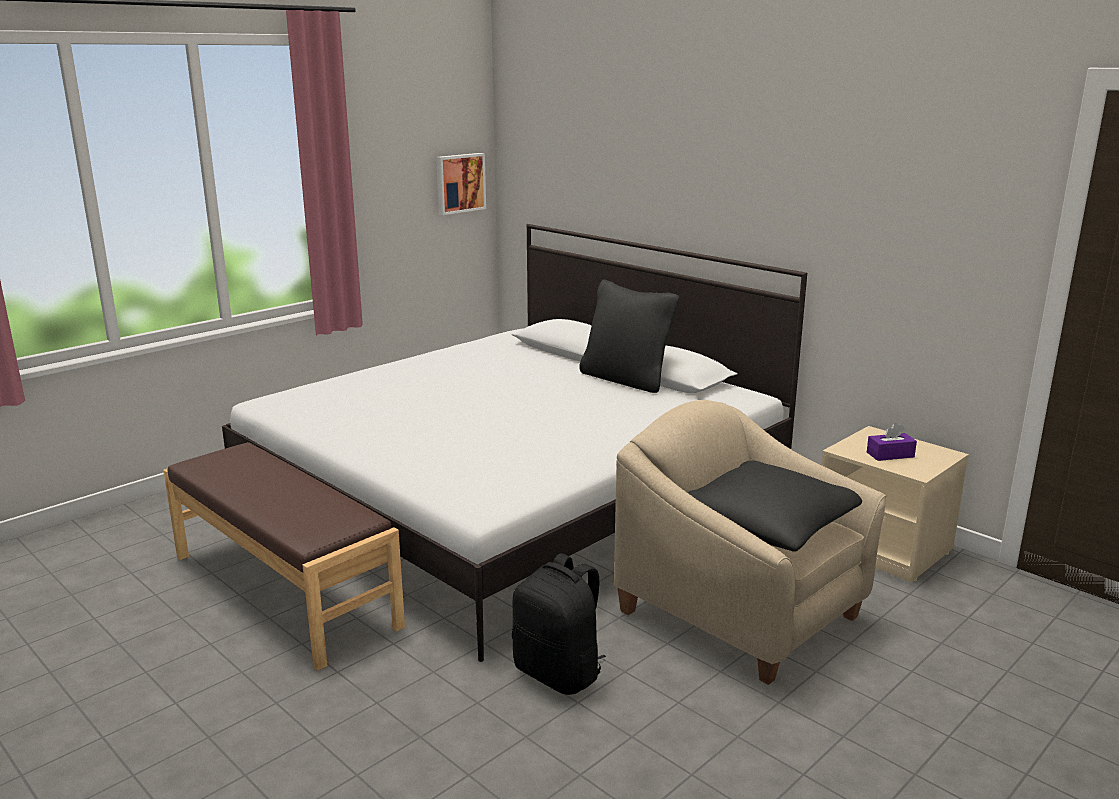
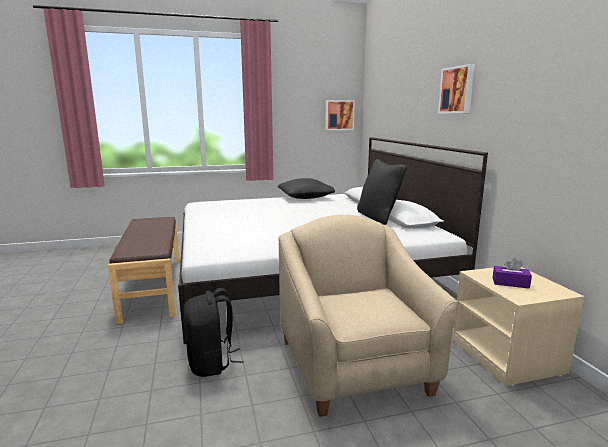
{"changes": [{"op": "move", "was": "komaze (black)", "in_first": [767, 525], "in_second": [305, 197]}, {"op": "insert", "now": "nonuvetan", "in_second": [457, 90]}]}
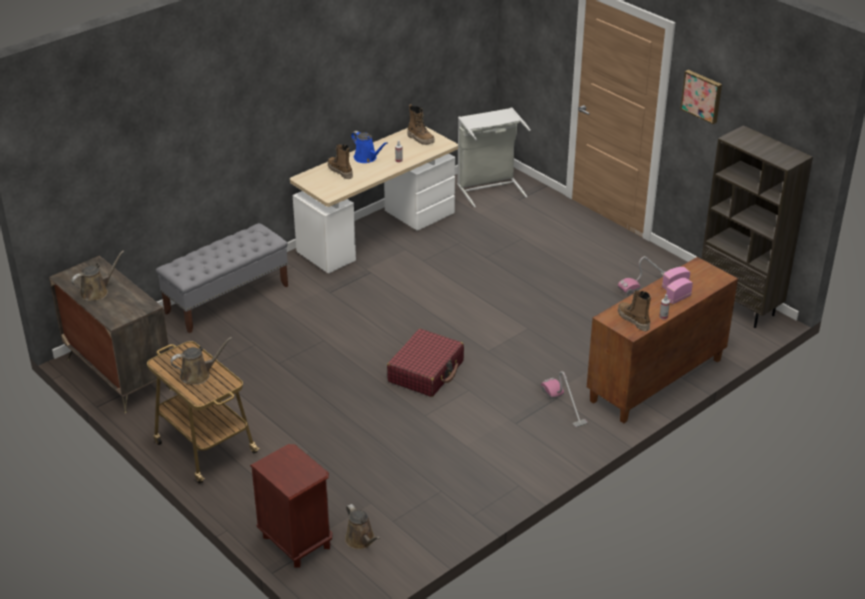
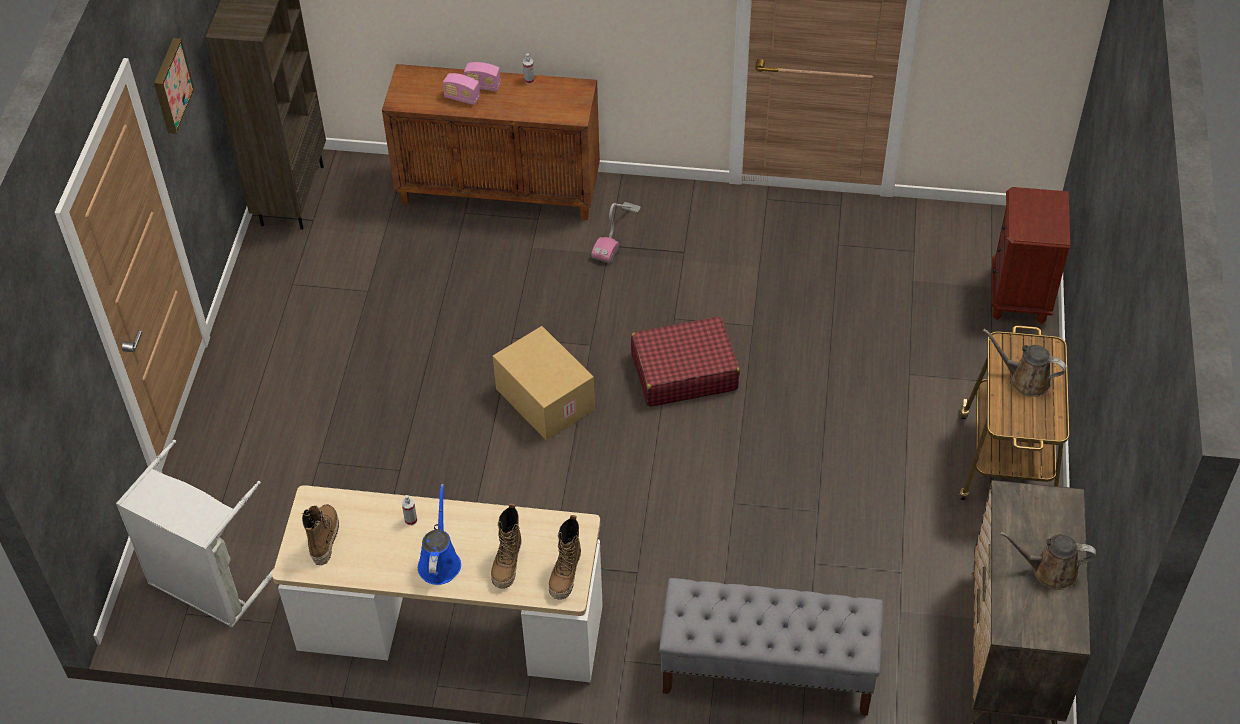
{"changes": [{"op": "delete", "was": "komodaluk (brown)", "in_first": [361, 540]}, {"op": "delete", "was": "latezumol", "in_first": [645, 283]}, {"op": "move", "was": "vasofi", "in_first": [633, 320], "in_second": [566, 575]}, {"op": "insert", "now": "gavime", "in_second": [543, 399]}]}
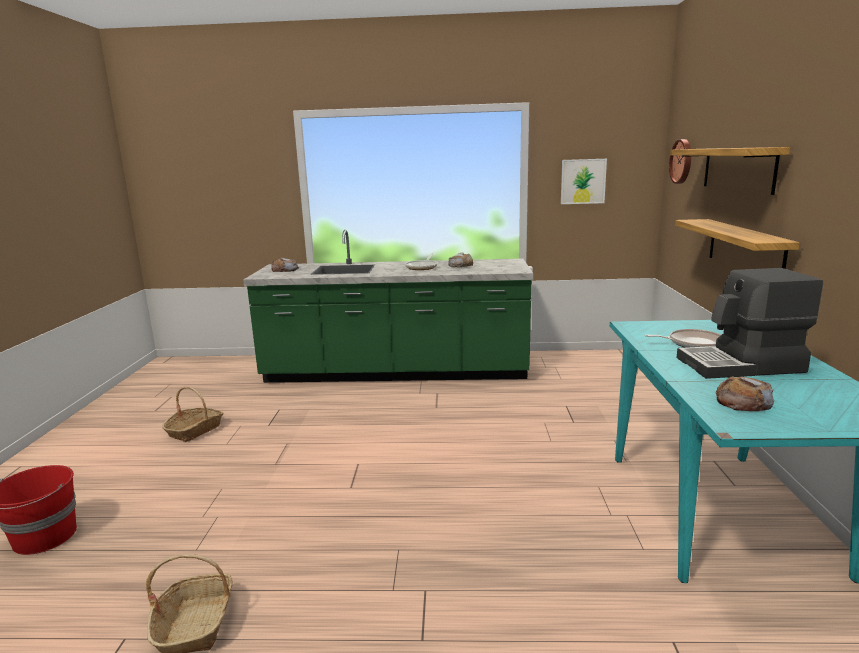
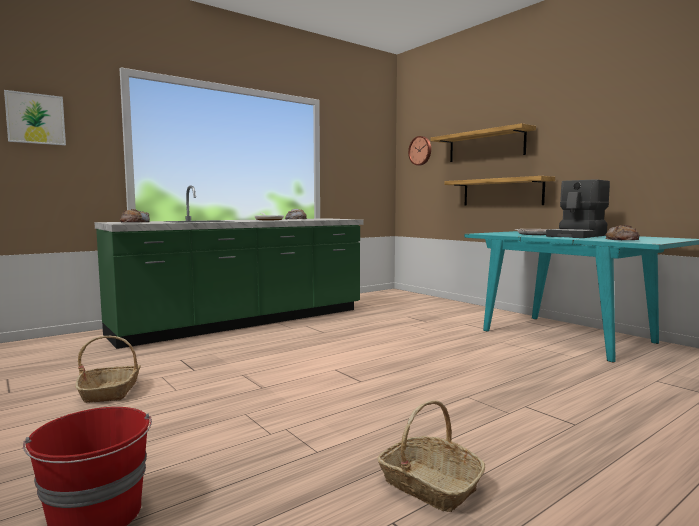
{"changes": [{"op": "move", "was": "nonuvetan", "in_first": [583, 181], "in_second": [35, 118]}]}
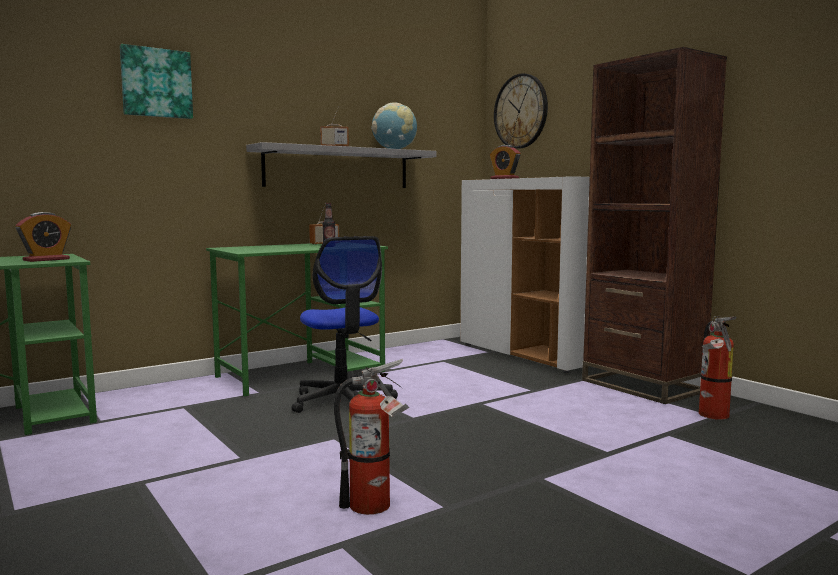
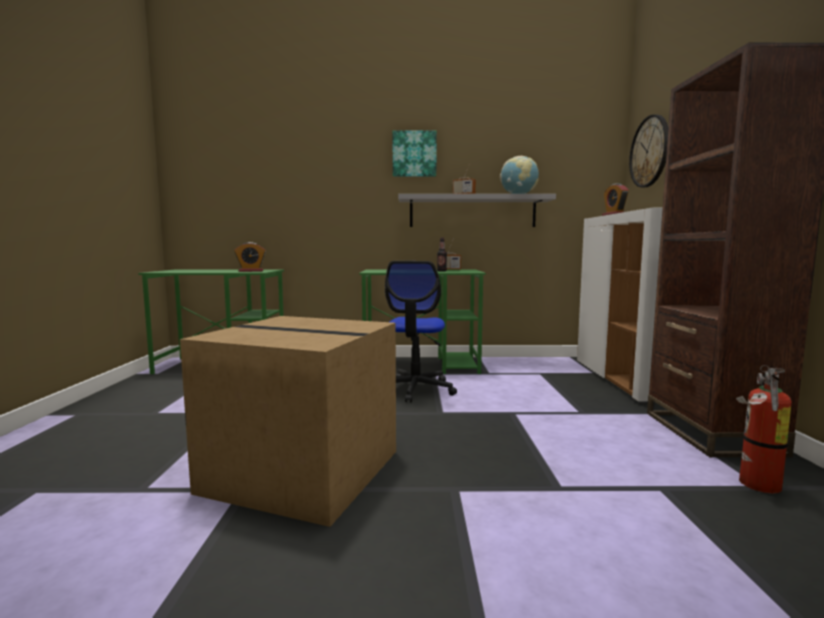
{"changes": [{"op": "move", "was": "nonuvetan", "in_first": [156, 83], "in_second": [414, 154]}, {"op": "replace", "was": "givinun", "now": "gavime", "in_first": [376, 506], "in_second": [306, 470]}]}
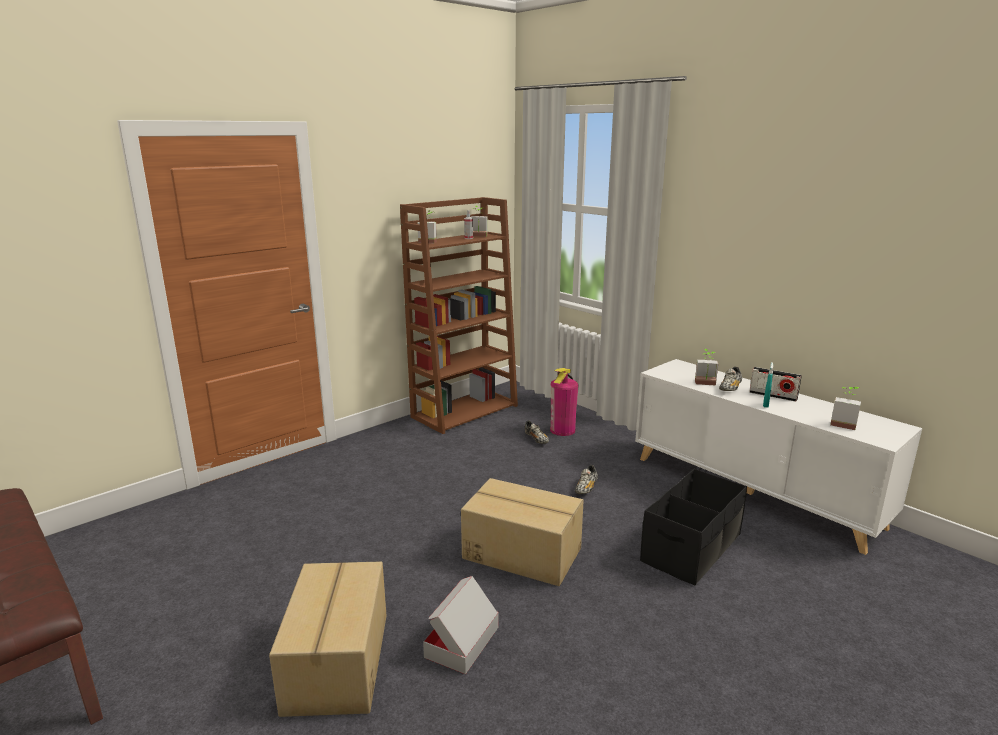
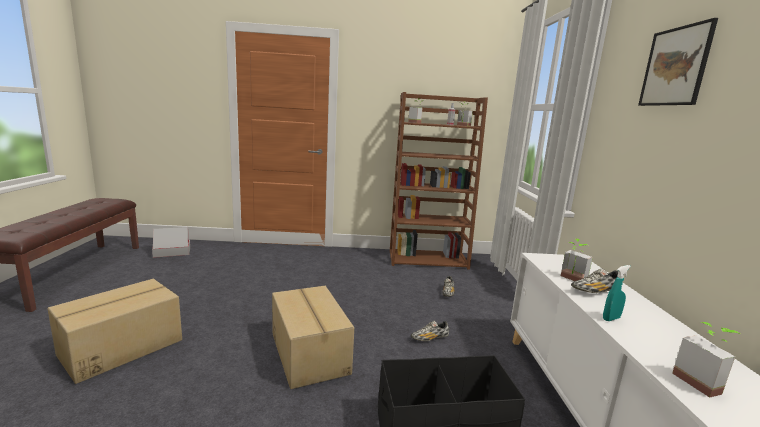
{"changes": [{"op": "move", "was": "gavime", "in_first": [462, 642], "in_second": [172, 252]}, {"op": "delete", "was": "givinun", "in_first": [562, 430]}, {"op": "delete", "was": "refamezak", "in_first": [773, 395]}, {"op": "insert", "now": "nonuvetan", "in_second": [675, 66]}]}
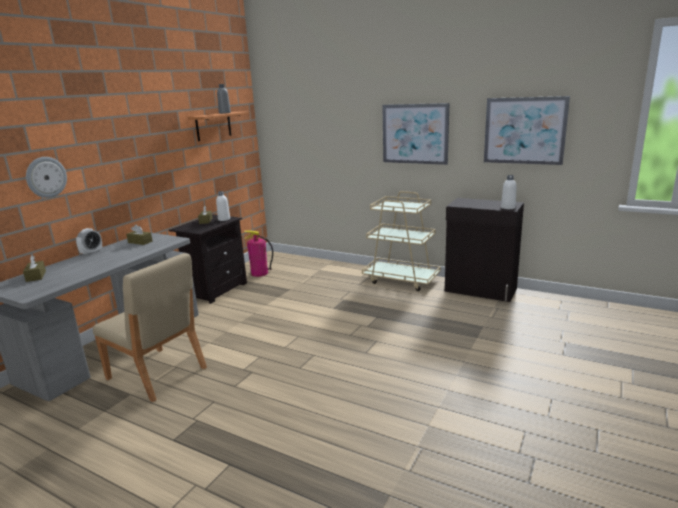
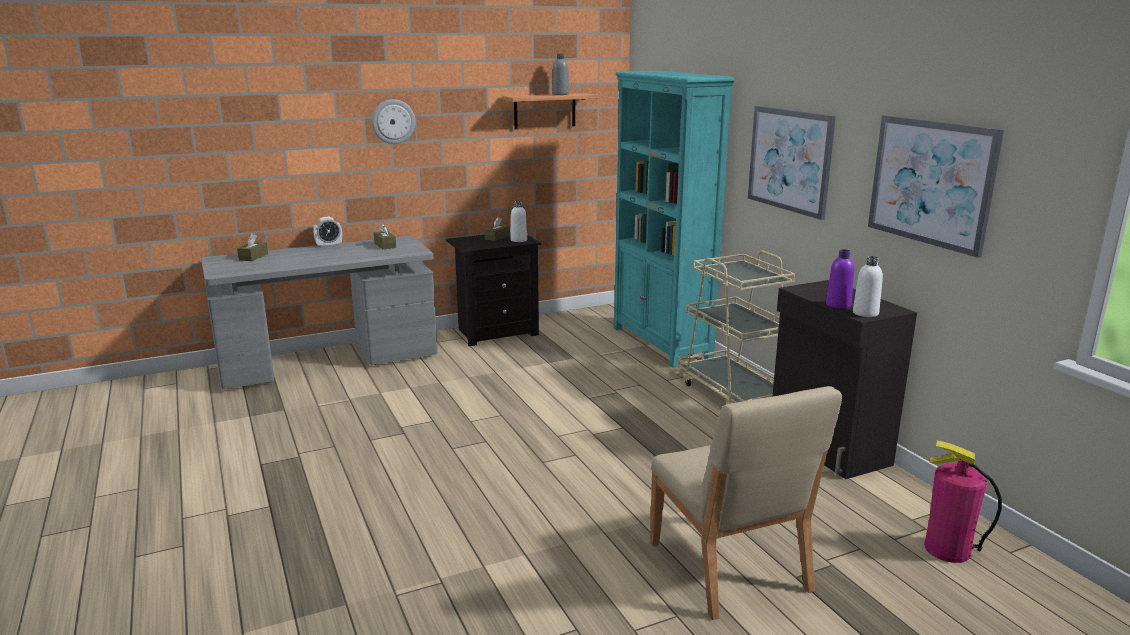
{"changes": [{"op": "move", "was": "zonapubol", "in_first": [46, 177], "in_second": [393, 121]}, {"op": "move", "was": "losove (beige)", "in_first": [157, 374], "in_second": [728, 568]}, {"op": "move", "was": "givinun", "in_first": [259, 273], "in_second": [947, 549]}, {"op": "insert", "now": "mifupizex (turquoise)", "in_second": [661, 343]}, {"op": "insert", "now": "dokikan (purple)", "in_second": [838, 305]}]}
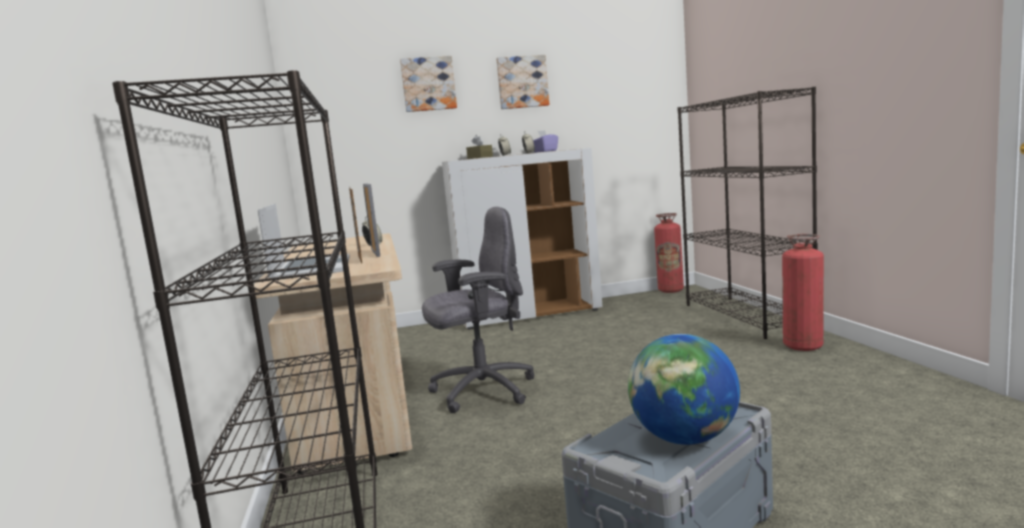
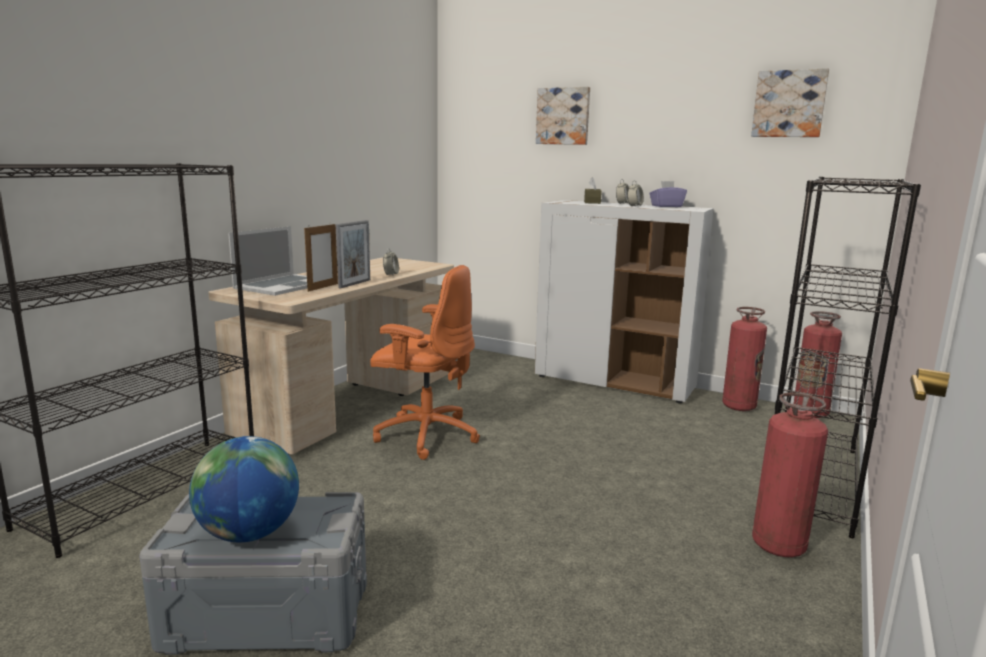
{"changes": [{"op": "recolor", "was": "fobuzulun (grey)", "now": "fobuzulun (orange)", "in_first": [481, 391], "in_second": [425, 435]}, {"op": "move", "was": "nonuvetan", "in_first": [522, 82], "in_second": [789, 104]}, {"op": "insert", "now": "givinun", "in_second": [739, 406]}]}
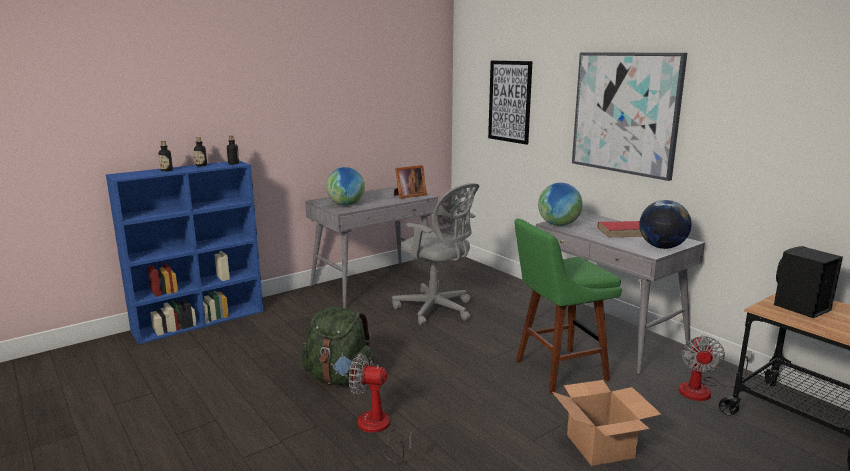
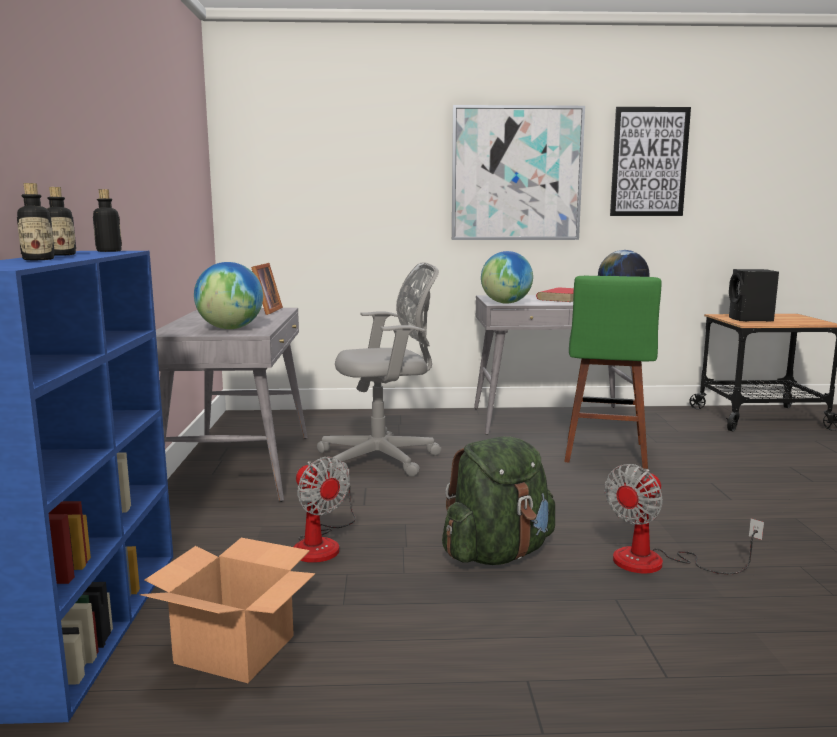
{"changes": [{"op": "move", "was": "nonuvetan", "in_first": [510, 101], "in_second": [649, 162]}, {"op": "move", "was": "gavime", "in_first": [599, 445], "in_second": [233, 649]}, {"op": "move", "was": "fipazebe", "in_first": [703, 390], "in_second": [322, 543]}]}
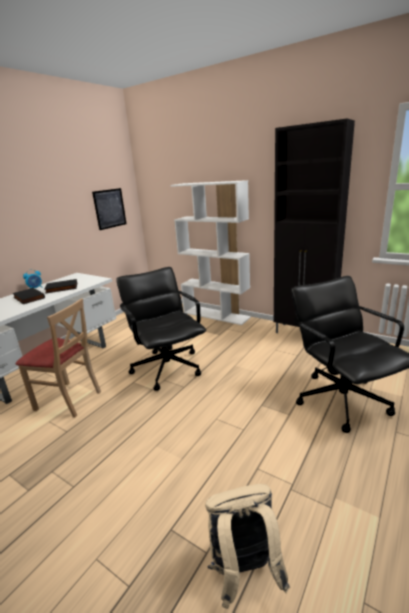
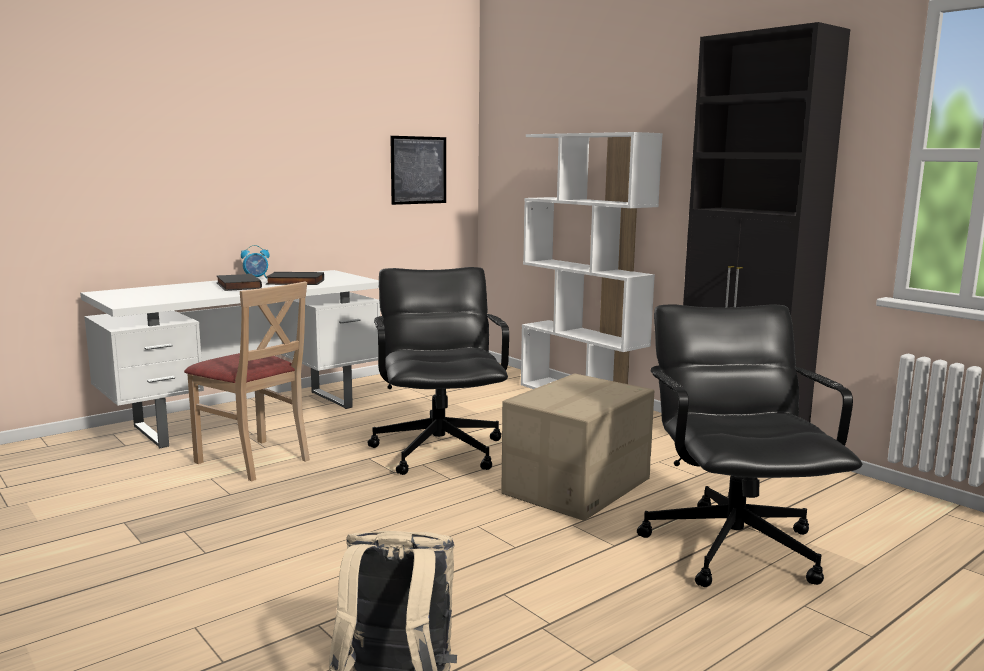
{"changes": [{"op": "insert", "now": "gavime", "in_second": [578, 487]}]}
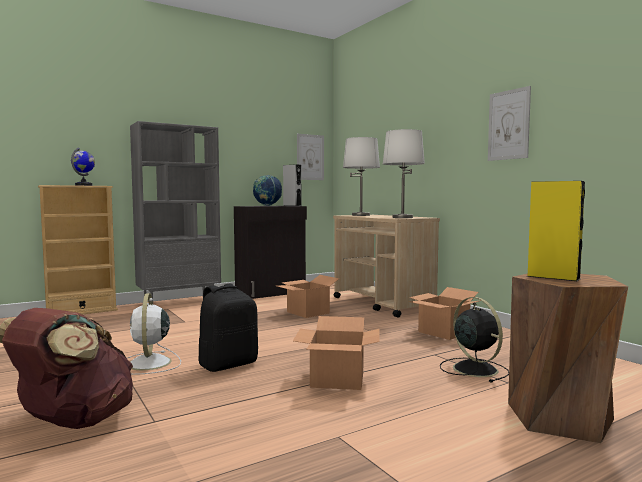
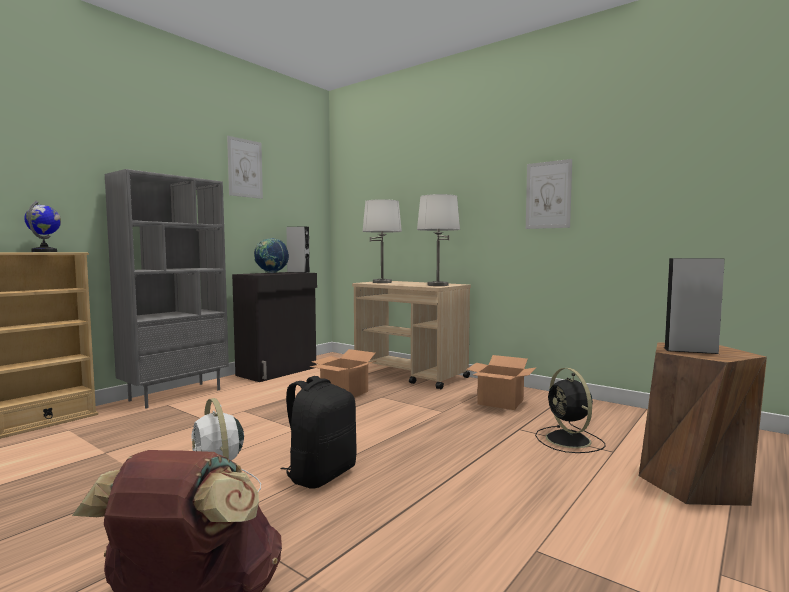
{"changes": [{"op": "delete", "was": "gavime", "in_first": [338, 379]}, {"op": "move", "was": "nonuvetan", "in_first": [310, 157], "in_second": [245, 168]}, {"op": "rotate", "was": "fipazebe (black)", "in_first": [473, 368], "in_second": [569, 440], "clockwise": -150}, {"op": "recolor", "was": "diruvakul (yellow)", "now": "diruvakul (grey)", "in_first": [553, 277], "in_second": [690, 350]}]}
